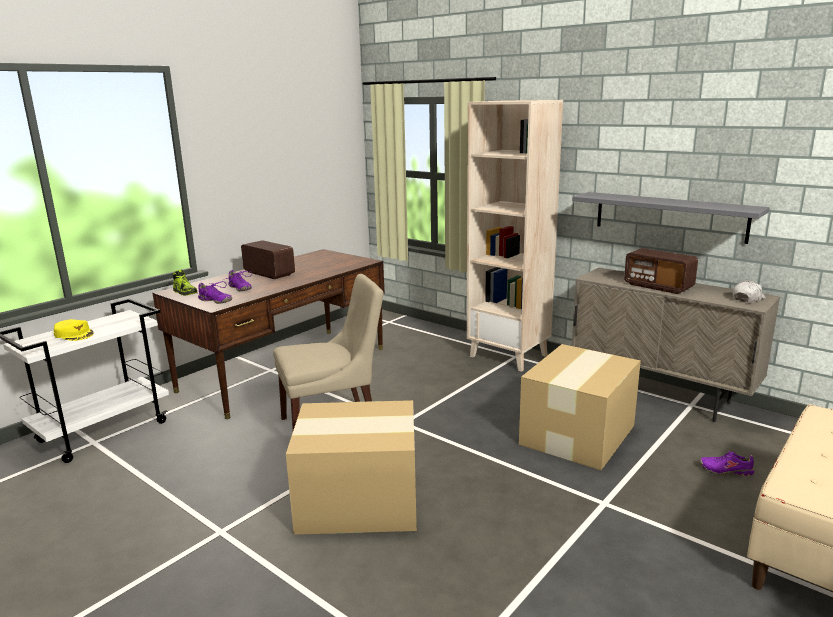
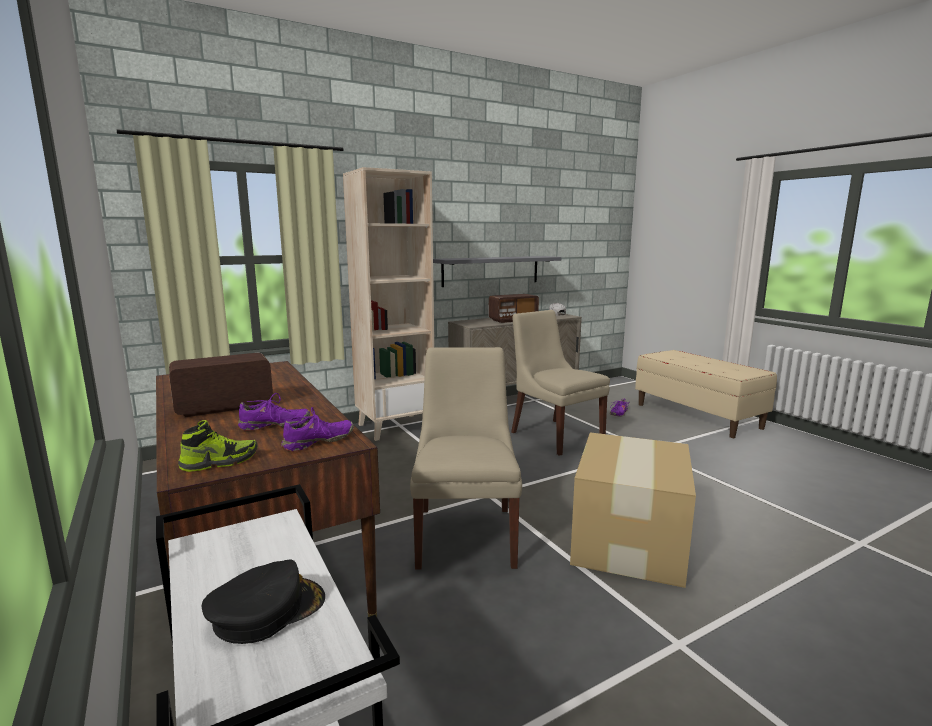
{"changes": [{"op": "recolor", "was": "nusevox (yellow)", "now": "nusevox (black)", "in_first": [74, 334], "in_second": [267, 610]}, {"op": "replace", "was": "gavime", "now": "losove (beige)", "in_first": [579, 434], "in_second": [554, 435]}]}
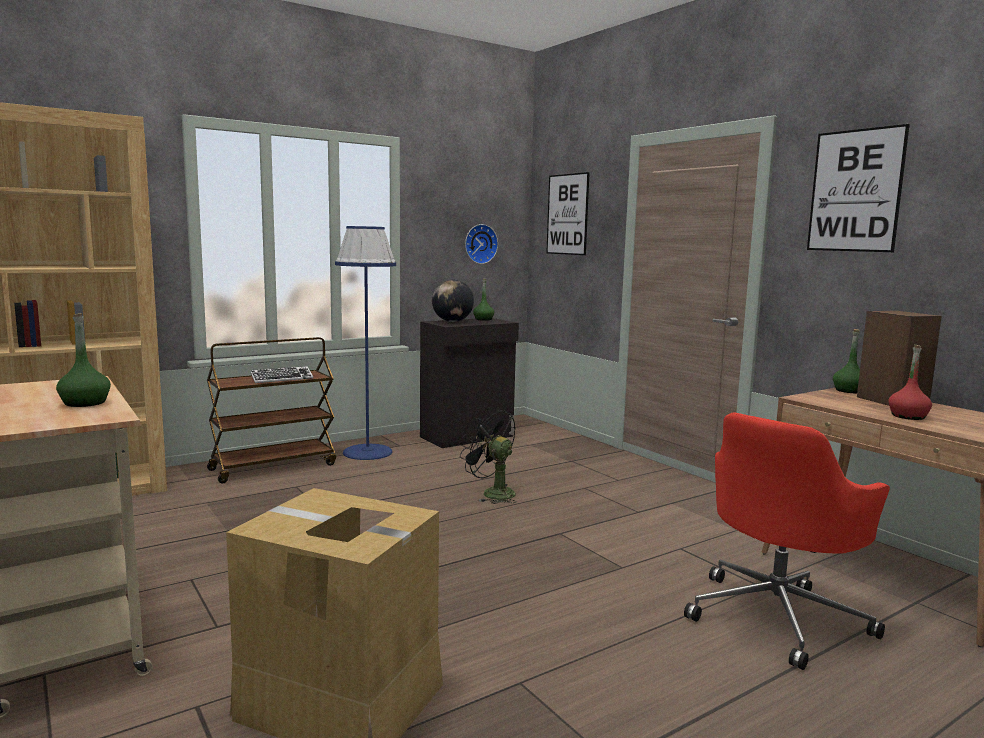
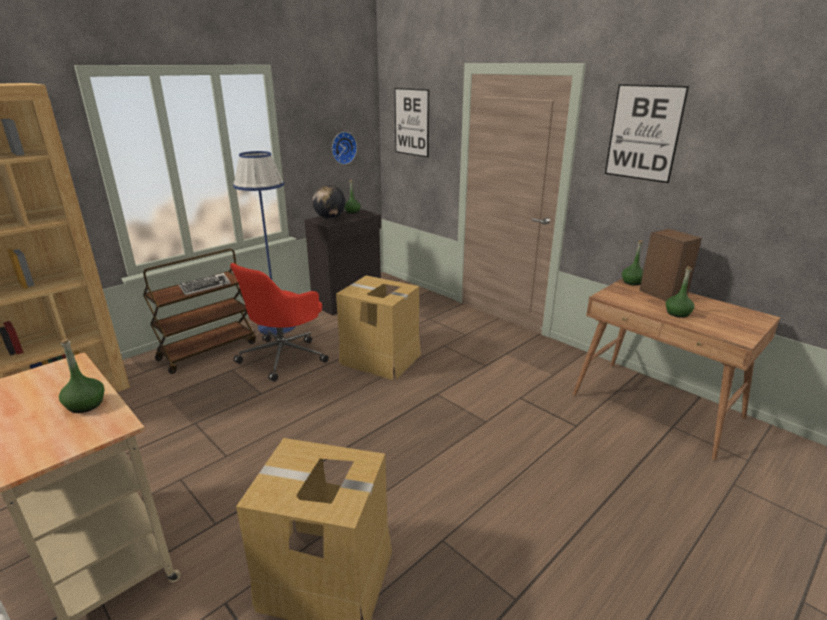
{"changes": [{"op": "replace", "was": "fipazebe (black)", "now": "gavime", "in_first": [492, 493], "in_second": [380, 359]}, {"op": "move", "was": "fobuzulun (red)", "in_first": [778, 616], "in_second": [284, 356]}, {"op": "recolor", "was": "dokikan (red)", "now": "dokikan (green)", "in_first": [908, 416], "in_second": [677, 313]}]}
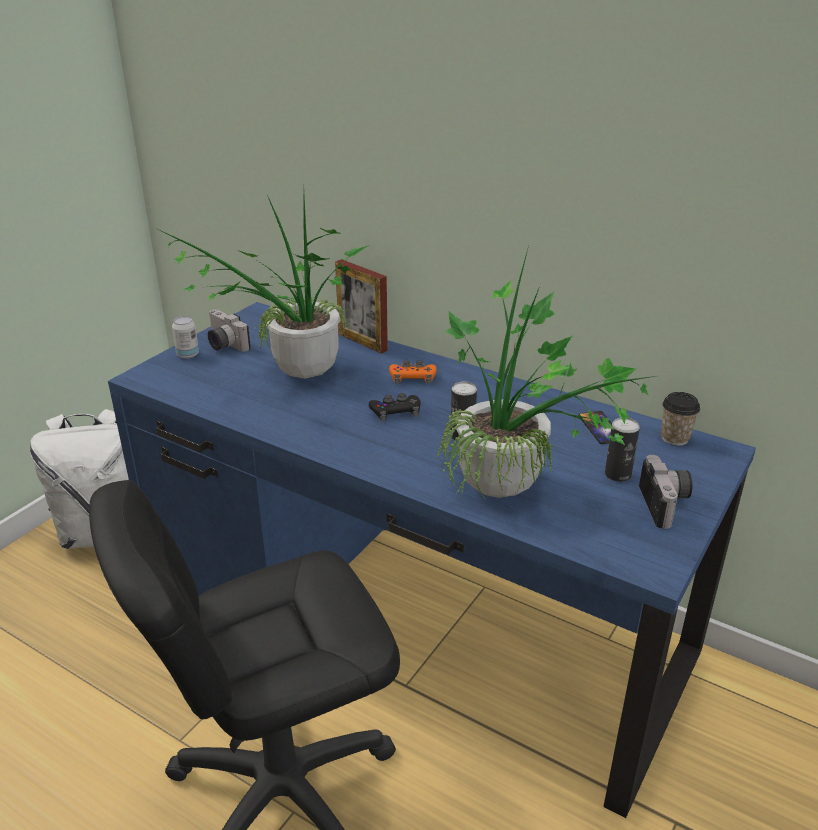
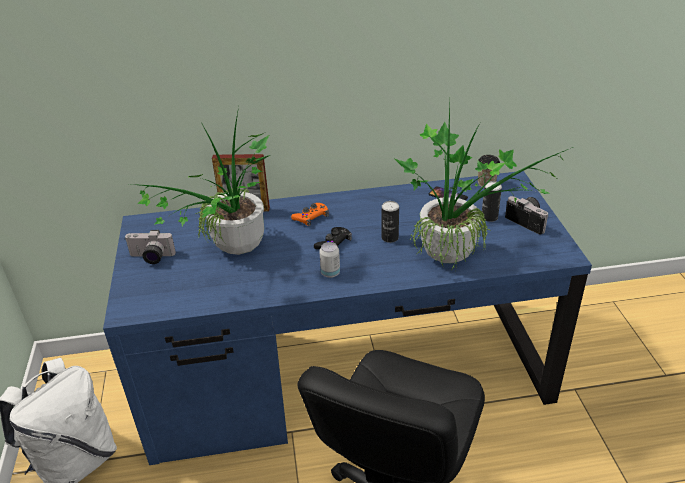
{"changes": [{"op": "move", "was": "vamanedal", "in_first": [188, 355], "in_second": [330, 273]}]}
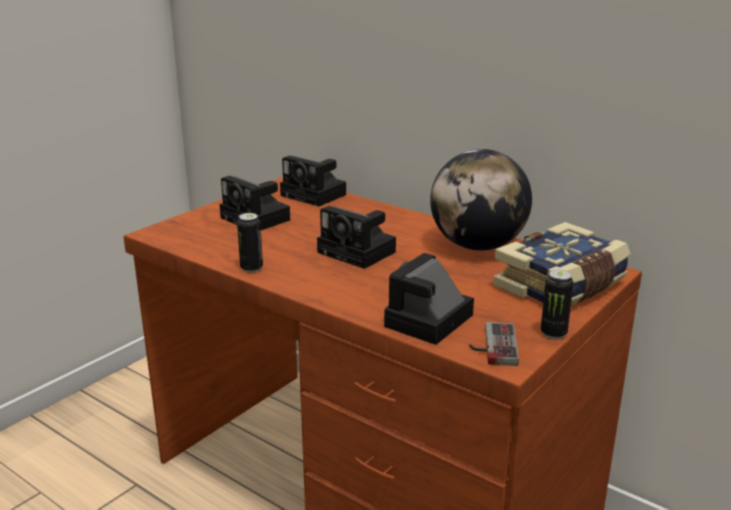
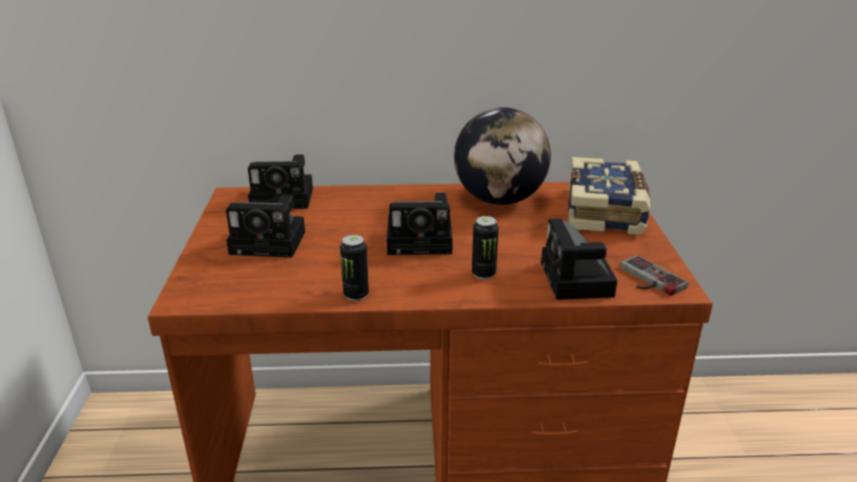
{"changes": [{"op": "move", "was": "vamanedal", "in_first": [553, 333], "in_second": [483, 274]}]}
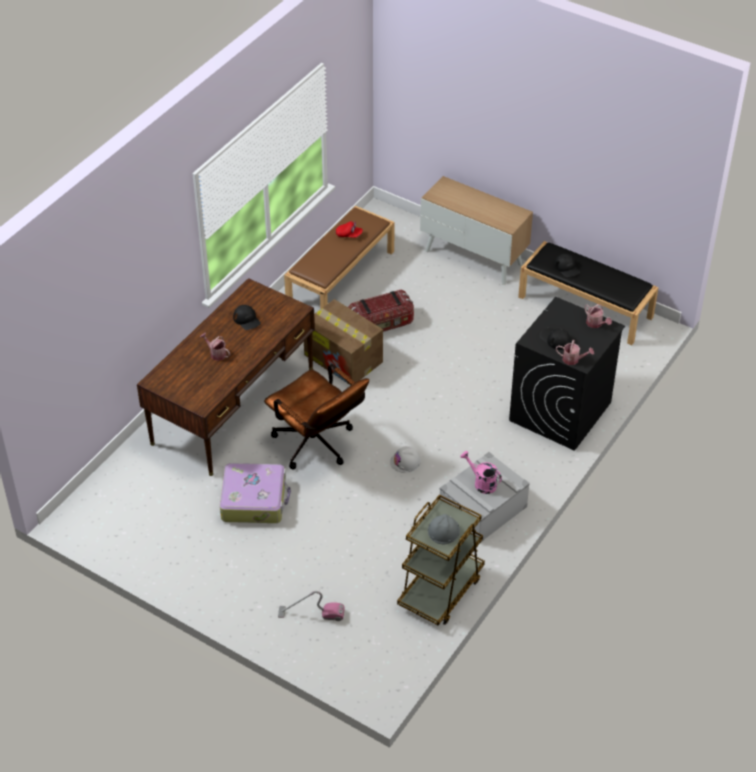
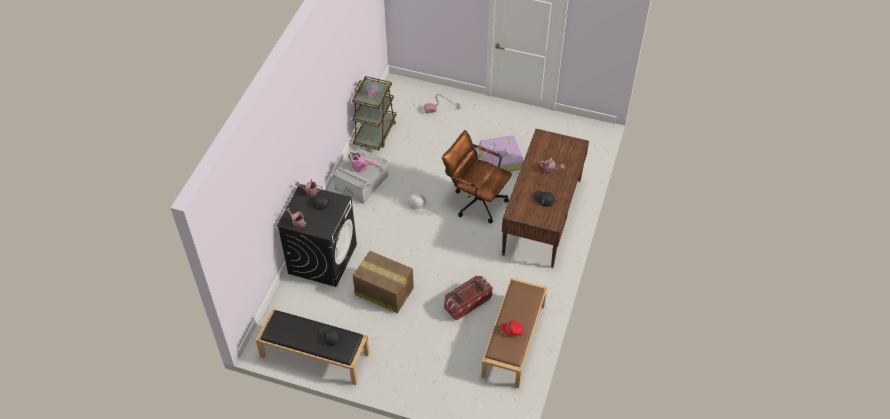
{"changes": [{"op": "move", "was": "gavime", "in_first": [344, 359], "in_second": [383, 291]}, {"op": "delete", "was": "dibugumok", "in_first": [474, 257]}]}
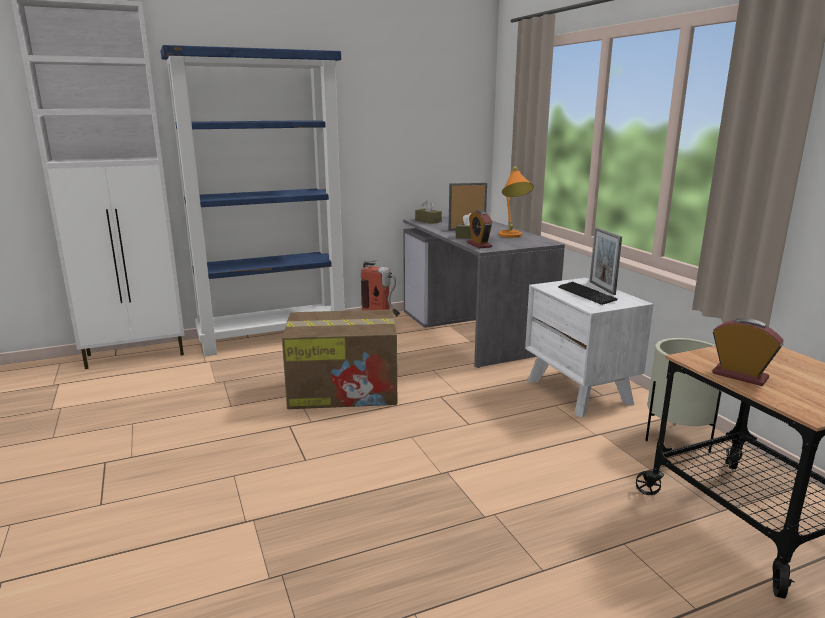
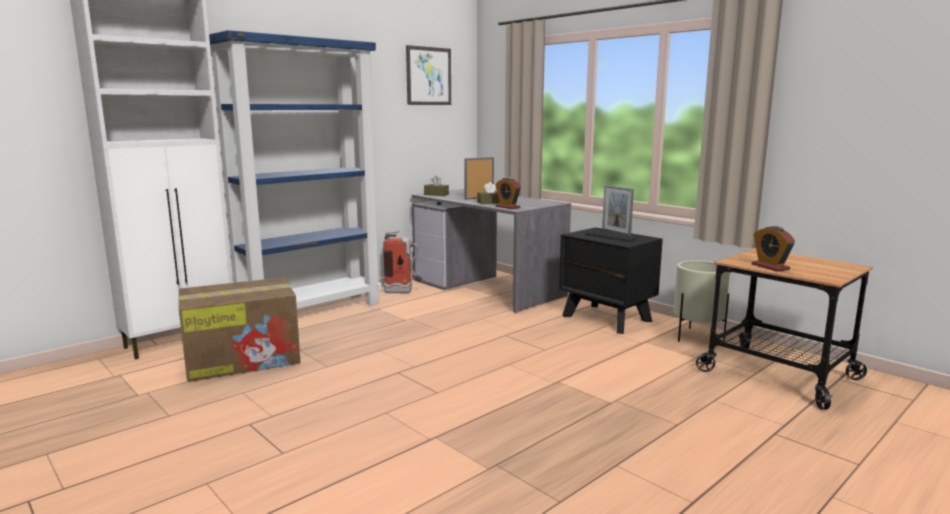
{"changes": [{"op": "move", "was": "gavime", "in_first": [345, 390], "in_second": [244, 359]}, {"op": "delete", "was": "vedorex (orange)", "in_first": [512, 237]}, {"op": "recolor", "was": "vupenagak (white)", "now": "vupenagak (black)", "in_first": [579, 391], "in_second": [607, 318]}, {"op": "rotate", "was": "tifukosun", "in_first": [740, 376], "in_second": [770, 267], "clockwise": -135}, {"op": "insert", "now": "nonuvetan", "in_second": [429, 76]}]}
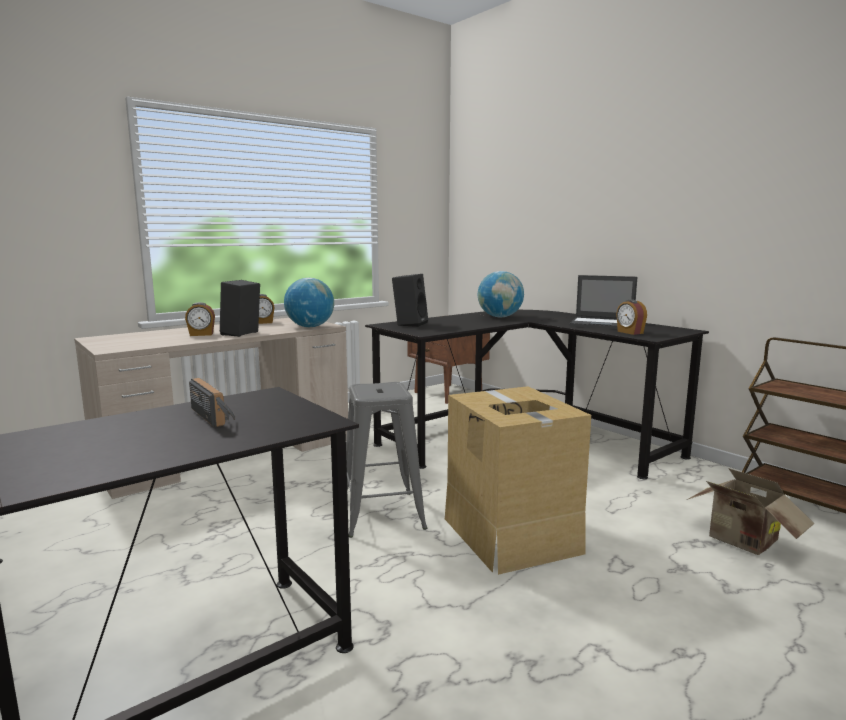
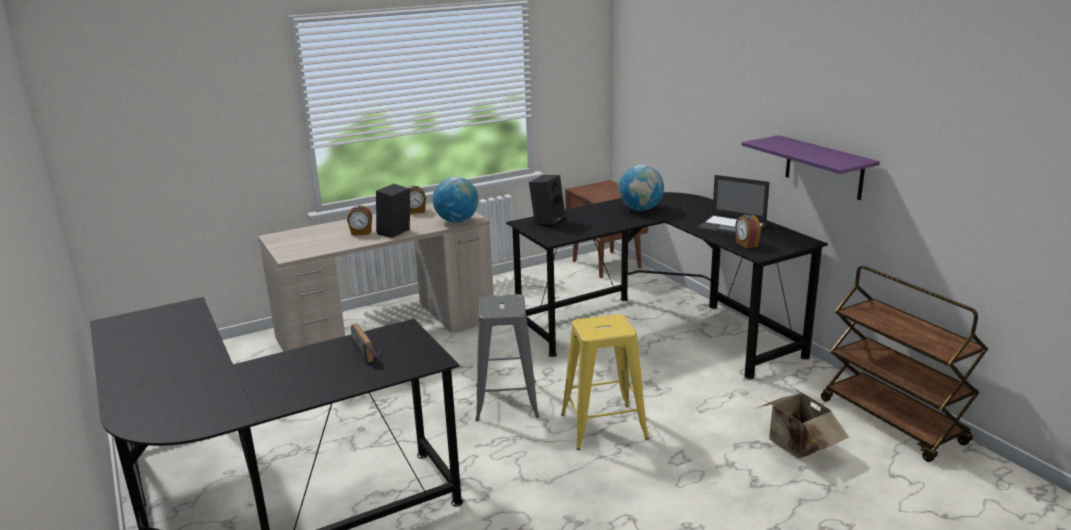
{"changes": [{"op": "replace", "was": "gavime", "now": "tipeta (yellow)", "in_first": [510, 534], "in_second": [604, 426]}, {"op": "insert", "now": "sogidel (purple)", "in_second": [824, 167]}]}
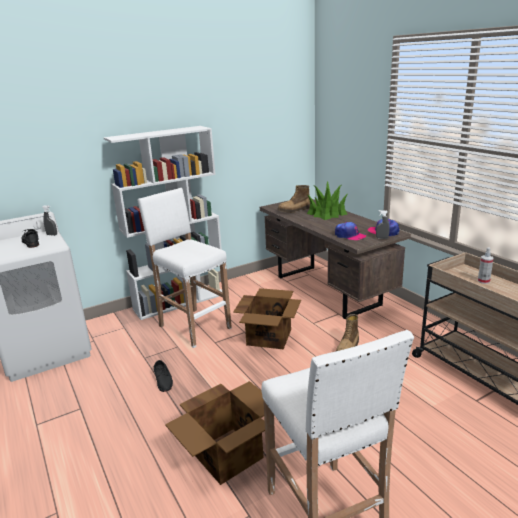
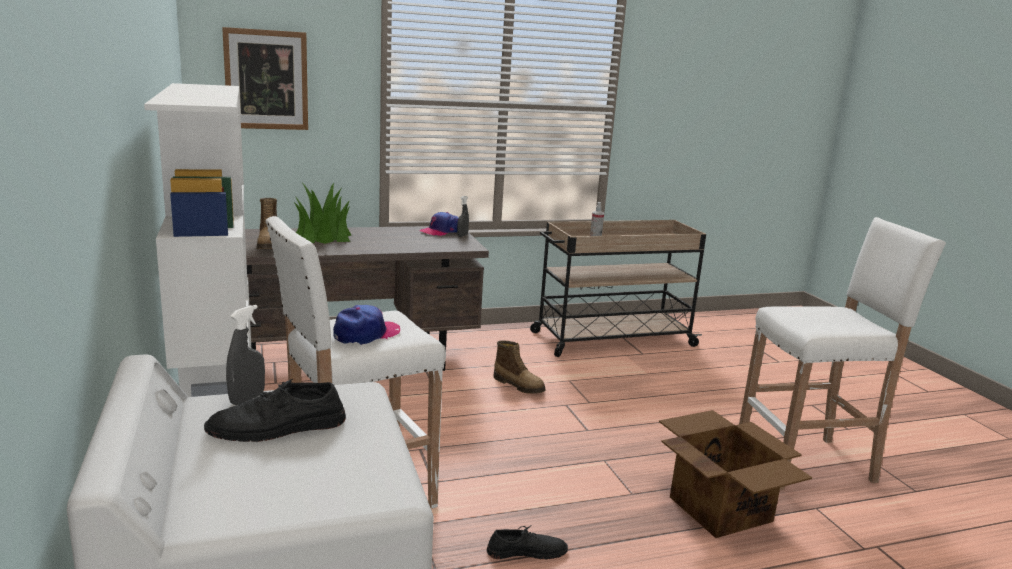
{"changes": [{"op": "delete", "was": "gavime", "in_first": [269, 337]}, {"op": "move", "was": "nusevox", "in_first": [349, 236], "in_second": [366, 334]}, {"op": "insert", "now": "nonuvetan", "in_second": [266, 80]}]}
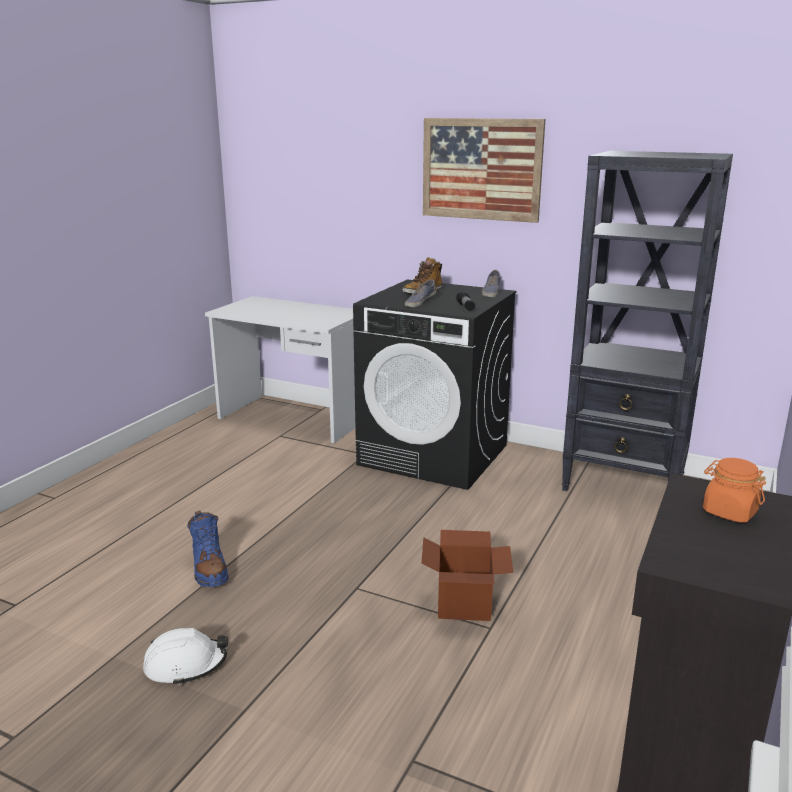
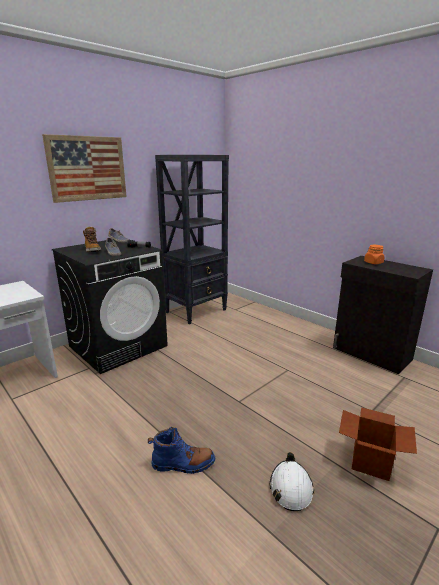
{"changes": [{"op": "move", "was": "gavime", "in_first": [463, 604], "in_second": [371, 461]}]}
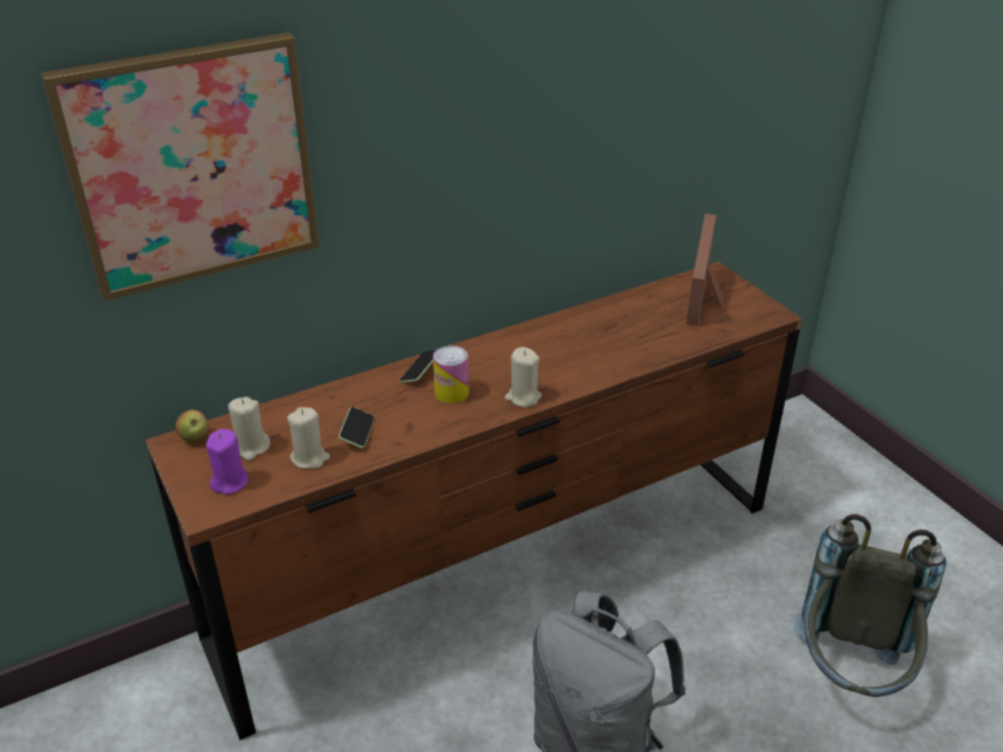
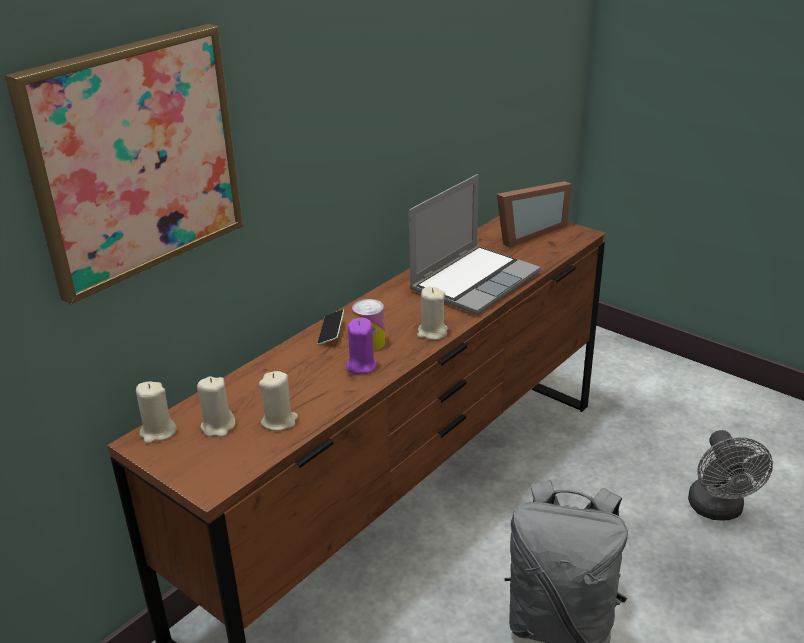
{"changes": [{"op": "replace", "was": "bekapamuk", "now": "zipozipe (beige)", "in_first": [195, 439], "in_second": [158, 432]}, {"op": "move", "was": "zipozipe (purple)", "in_first": [230, 482], "in_second": [361, 366]}, {"op": "delete", "was": "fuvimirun", "in_first": [357, 433]}, {"op": "rotate", "was": "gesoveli", "in_first": [707, 299], "in_second": [526, 233], "clockwise": -120}, {"op": "replace", "was": "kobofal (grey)", "now": "fipazebe (grey)", "in_first": [849, 677], "in_second": [718, 510]}, {"op": "insert", "now": "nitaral", "in_second": [474, 281]}]}
